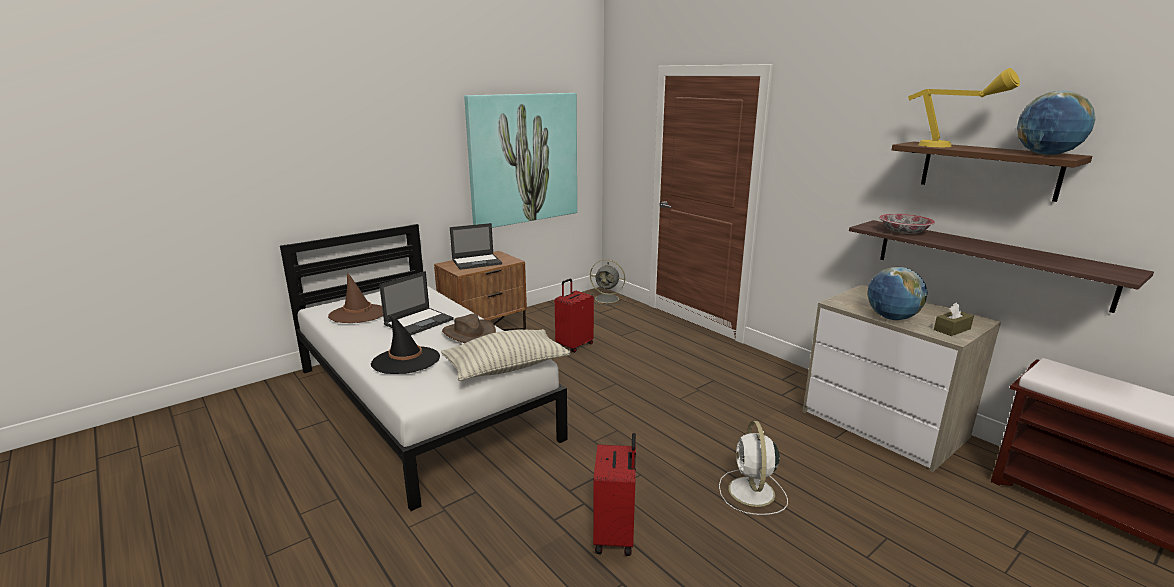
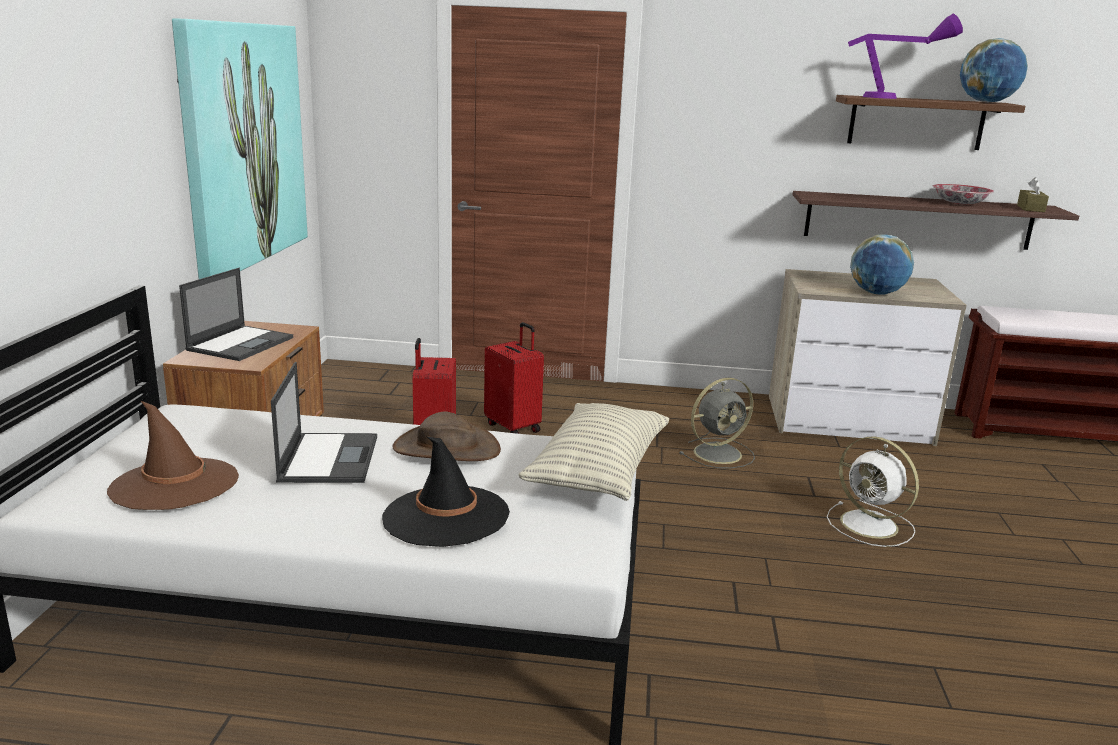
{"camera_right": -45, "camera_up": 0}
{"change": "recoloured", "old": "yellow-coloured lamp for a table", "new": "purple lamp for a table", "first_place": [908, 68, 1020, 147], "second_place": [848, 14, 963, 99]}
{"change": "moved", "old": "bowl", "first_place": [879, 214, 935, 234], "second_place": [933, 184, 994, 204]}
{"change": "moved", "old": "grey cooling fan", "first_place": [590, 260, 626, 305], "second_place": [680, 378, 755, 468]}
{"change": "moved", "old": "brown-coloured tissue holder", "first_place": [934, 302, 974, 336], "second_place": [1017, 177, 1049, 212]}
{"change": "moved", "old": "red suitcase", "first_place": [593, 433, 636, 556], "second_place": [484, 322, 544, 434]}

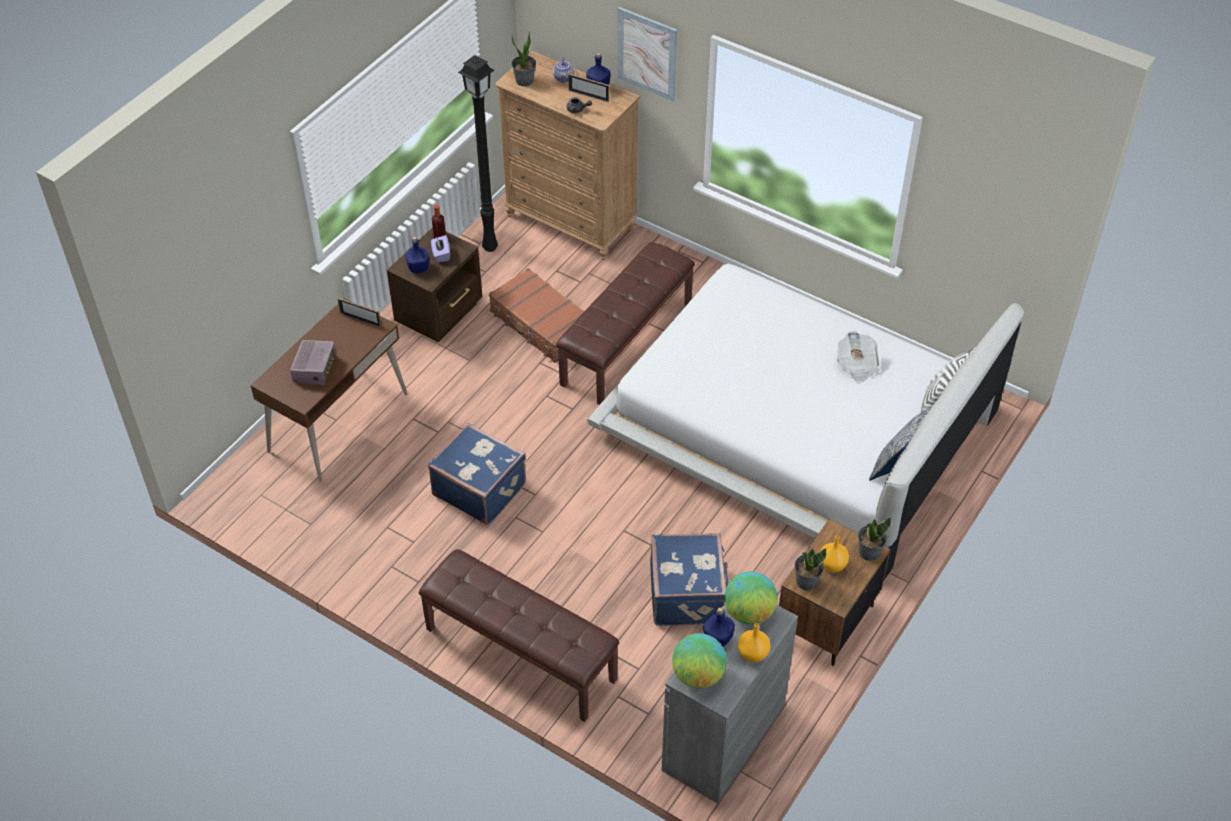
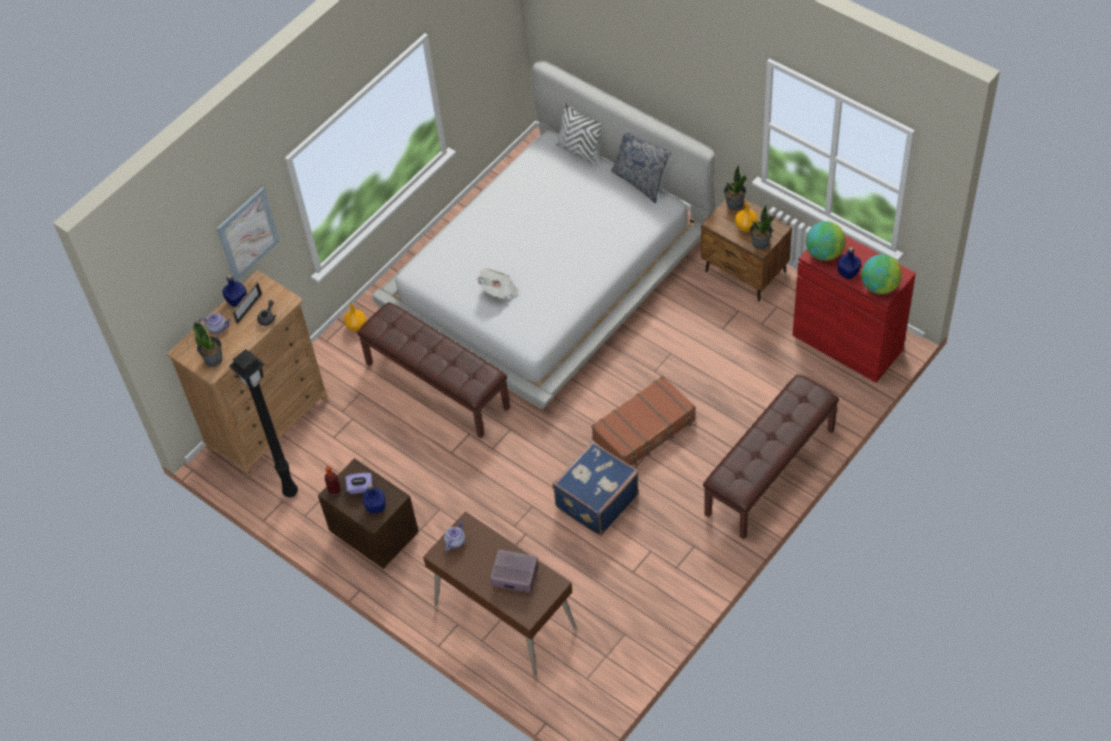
{"camera_right": -80, "camera_up": 5}
{"change": "moved", "old": "brown-coloured suitcase", "first_place": [489, 268, 584, 363], "second_place": [591, 375, 696, 466]}
{"change": "replaced", "old": "photo frame", "new": "teapot", "first_place": [338, 298, 381, 328], "second_place": [444, 520, 465, 552]}
{"change": "moved", "old": "daily paper", "first_place": [837, 331, 880, 384], "second_place": [476, 268, 519, 299]}
{"change": "removed", "old": "blue suitcase", "first_place": [650, 533, 728, 626]}
{"change": "recoloured", "old": "grey storage cabinet", "new": "red storage cabinet", "first_place": [661, 603, 798, 804], "second_place": [793, 235, 916, 383]}
{"change": "moved", "old": "orange-coloured vase", "first_place": [738, 623, 771, 662], "second_place": [344, 303, 366, 331]}

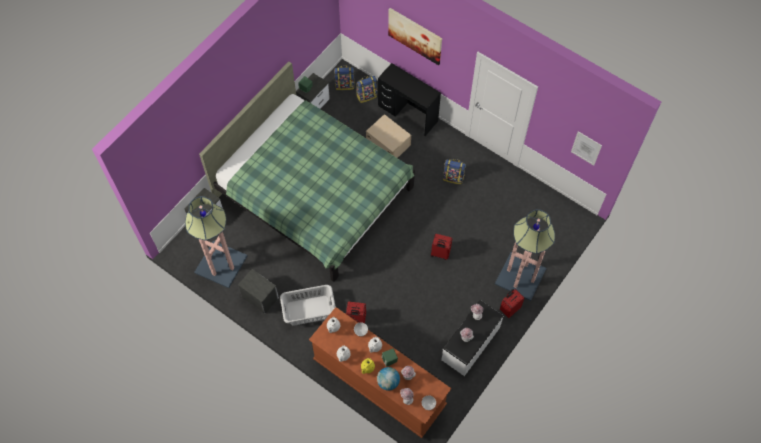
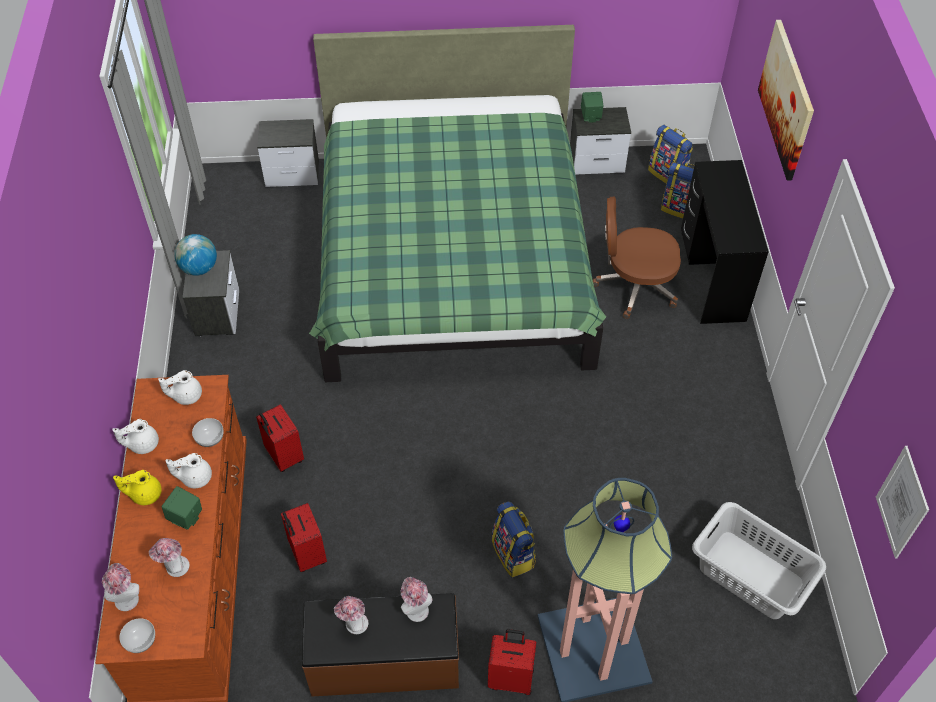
{"camera_right": 50, "camera_up": -10}
{"change": "replaced", "old": "beige storage bin", "new": "brown-coloured computer chair", "first_place": [366, 114, 411, 158], "second_place": [593, 197, 681, 319]}
{"change": "moved", "old": "backpack", "first_place": [443, 159, 466, 184], "second_place": [492, 501, 536, 577]}
{"change": "removed", "old": "standing lamp", "first_place": [185, 196, 247, 288]}
{"change": "moved", "old": "red suitcase", "first_place": [431, 234, 452, 260], "second_place": [281, 503, 327, 572]}
{"change": "moved", "old": "grey washing basket", "first_place": [280, 285, 336, 325], "second_place": [692, 502, 826, 619]}
{"change": "recoloured", "old": "white-coloured indoor bench", "new": "brown-coloured indoor bench", "first_place": [441, 300, 504, 376], "second_place": [302, 593, 459, 696]}
{"change": "moved", "old": "world globe", "first_place": [377, 367, 400, 391], "second_place": [174, 234, 217, 276]}

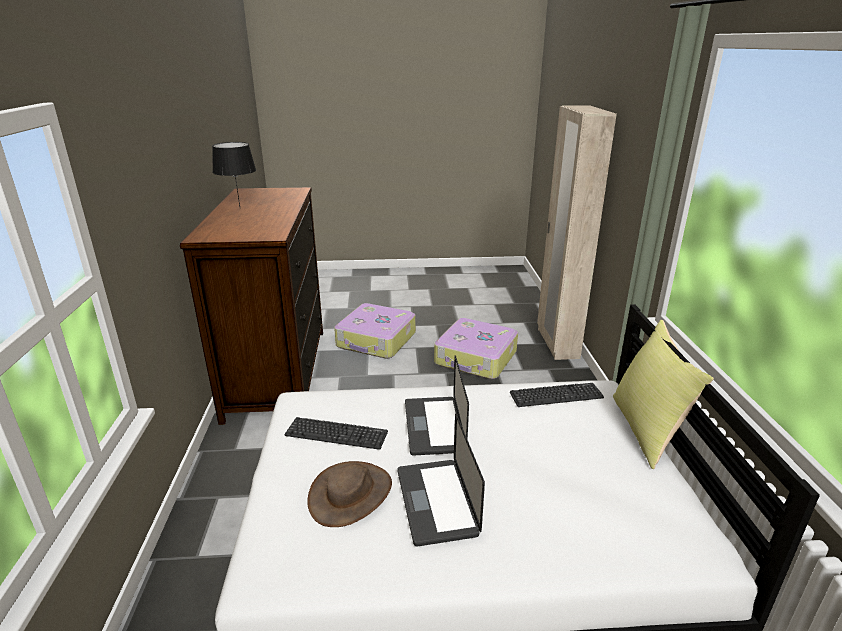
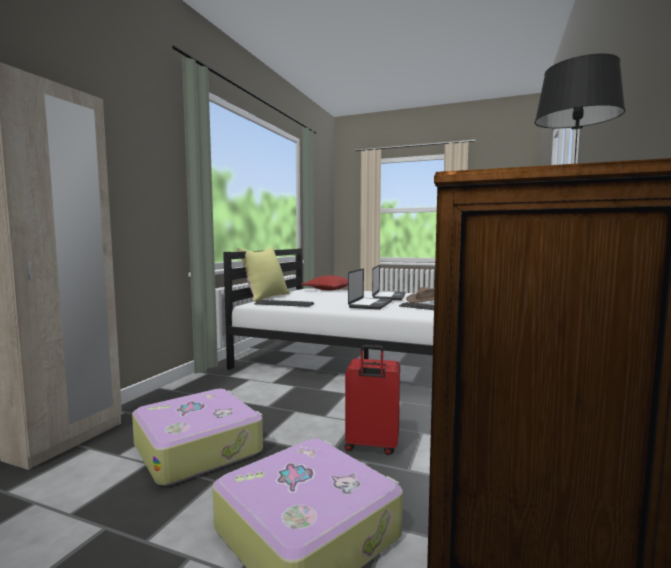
{"camera_right": -155, "camera_up": -20}
{"change": "added", "new": "red throw pillow", "second_place": [301, 275, 348, 291]}
{"change": "added", "new": "red suitcase", "second_place": [345, 345, 400, 455]}

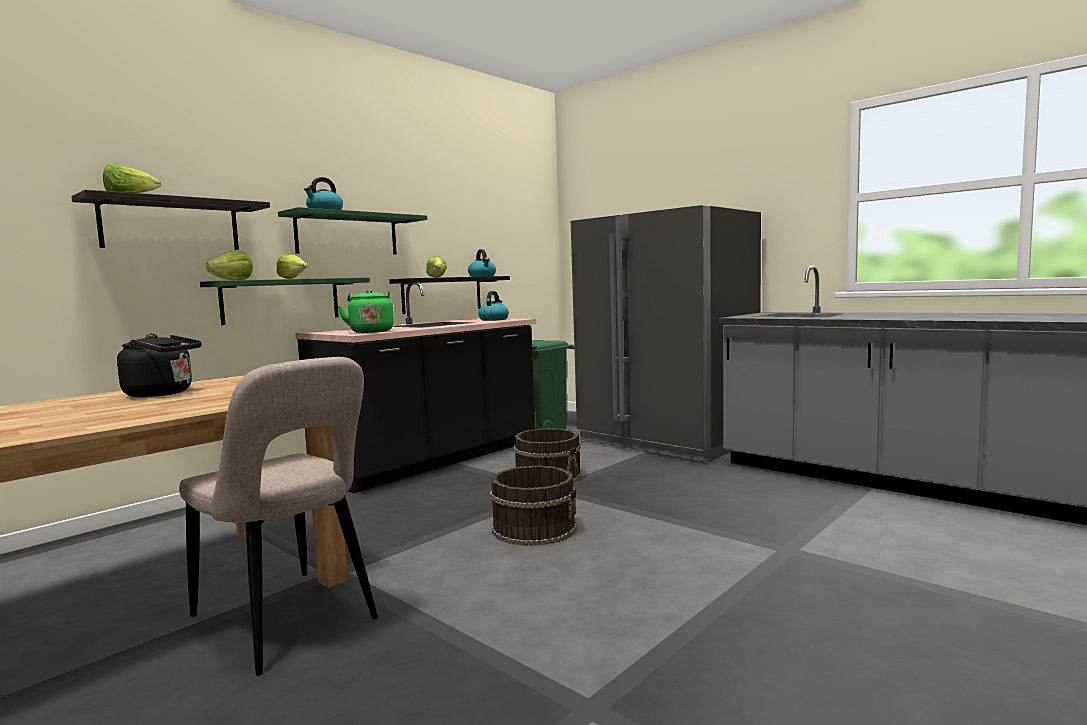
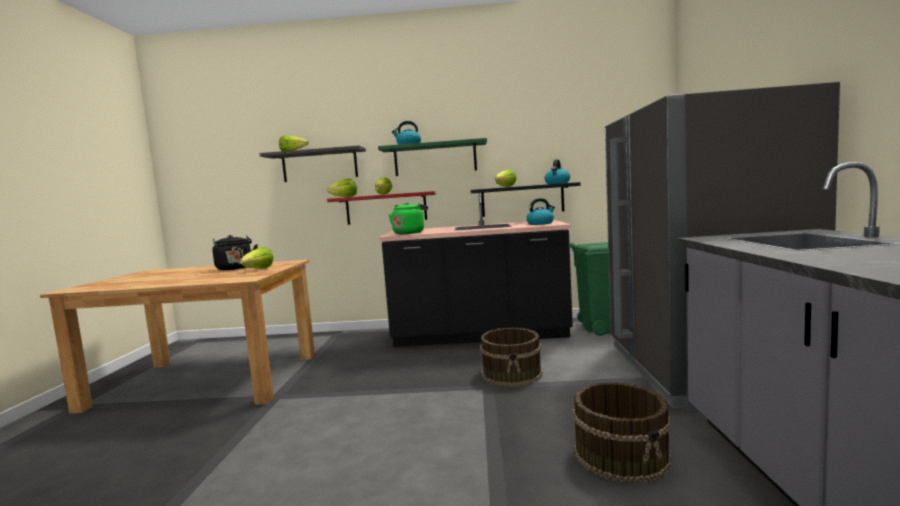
{"camera_right": 50, "camera_up": 0}
{"change": "recoloured", "old": "green-coloured wall shelf", "new": "red wall shelf", "first_place": [200, 277, 370, 325], "second_place": [327, 191, 436, 225]}
{"change": "removed", "old": "beige upright chair", "first_place": [179, 357, 378, 676]}
{"change": "moved", "old": "brown-coloured water bucket", "first_place": [490, 466, 577, 546], "second_place": [572, 382, 671, 483]}
{"change": "added", "new": "head of lettuce", "second_place": [240, 247, 273, 268]}

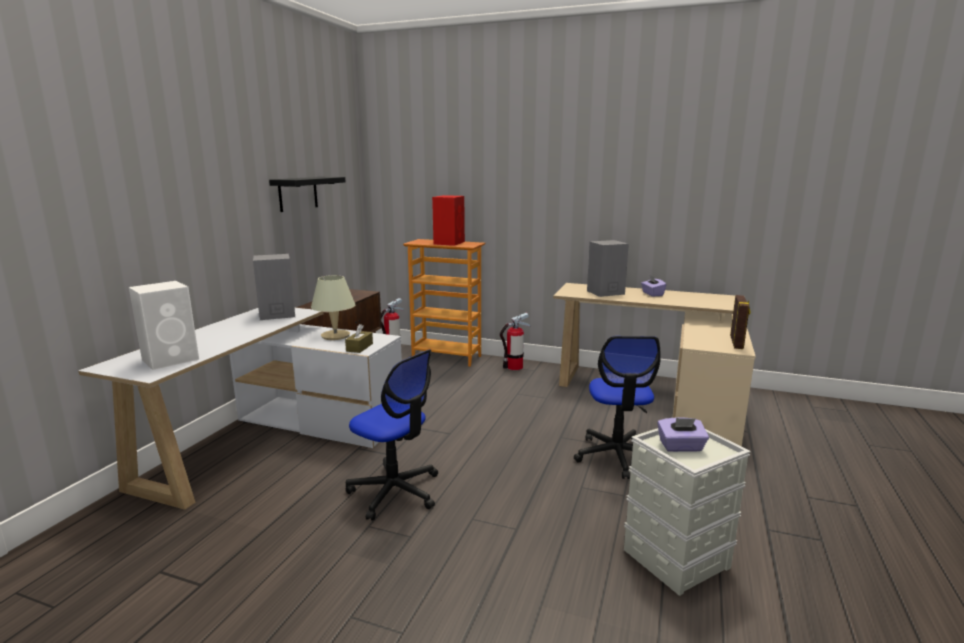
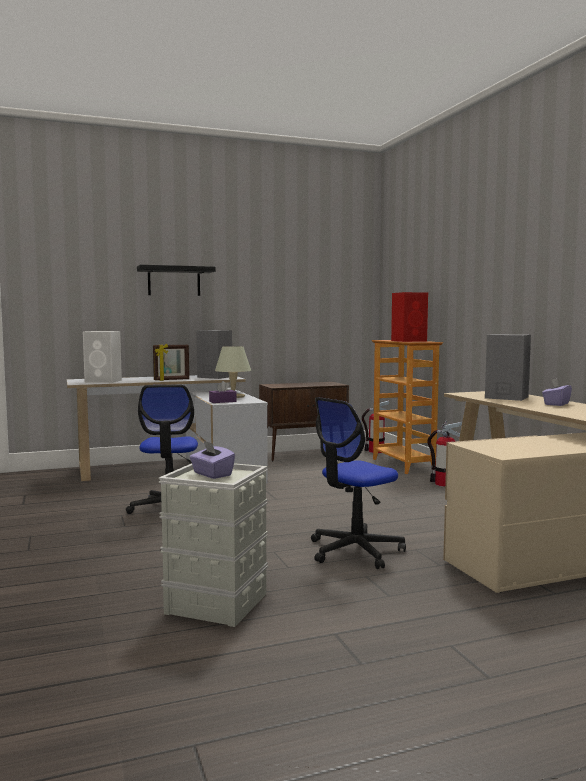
{"camera_right": 50, "camera_up": -10}
{"change": "moved", "old": "blackish wall shelf", "first_place": [269, 177, 346, 212], "second_place": [137, 264, 216, 296]}
{"change": "moved", "old": "photo frame", "first_place": [730, 295, 750, 349], "second_place": [153, 344, 189, 381]}
{"change": "recoloured", "old": "brown-coloured tissue holder", "new": "purple tissue holder", "first_place": [345, 324, 373, 353], "second_place": [209, 381, 237, 403]}

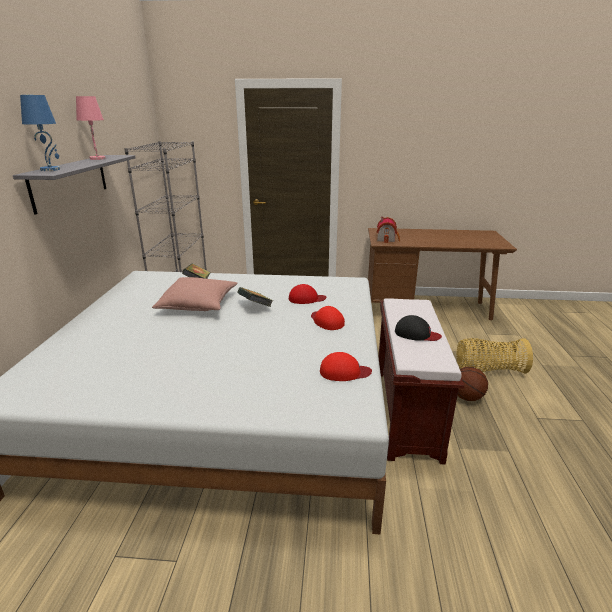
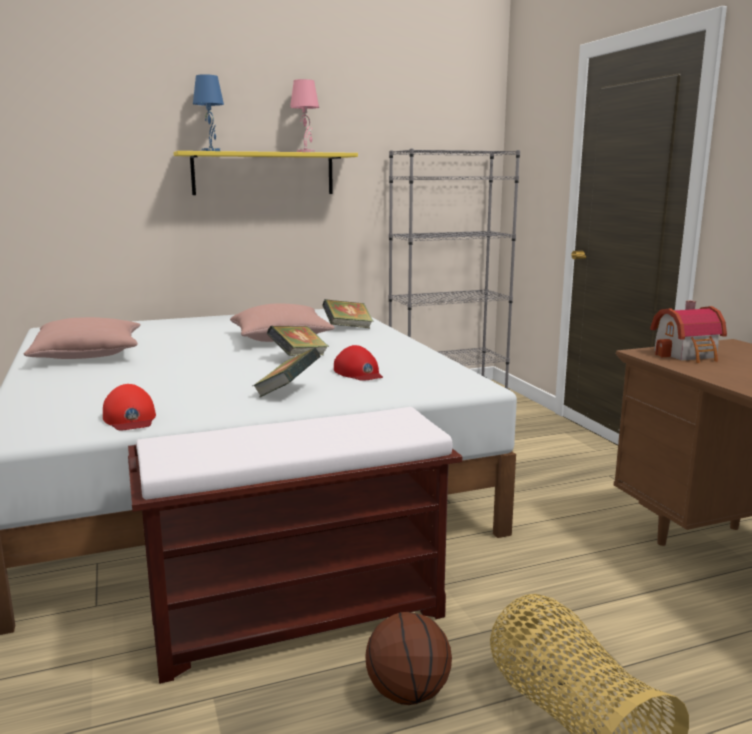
{"camera_right": 65, "camera_up": -10}
{"change": "recoloured", "old": "grey wall shelf", "new": "yellow-coloured wall shelf", "first_place": [13, 155, 136, 215], "second_place": [173, 151, 358, 195]}
{"change": "replaced", "old": "red cap", "new": "book", "first_place": [311, 306, 345, 330], "second_place": [252, 348, 321, 397]}
{"change": "removed", "old": "blackish cap", "first_place": [395, 315, 442, 341]}
{"change": "added", "new": "pinkish throw pillow", "second_place": [24, 317, 140, 359]}

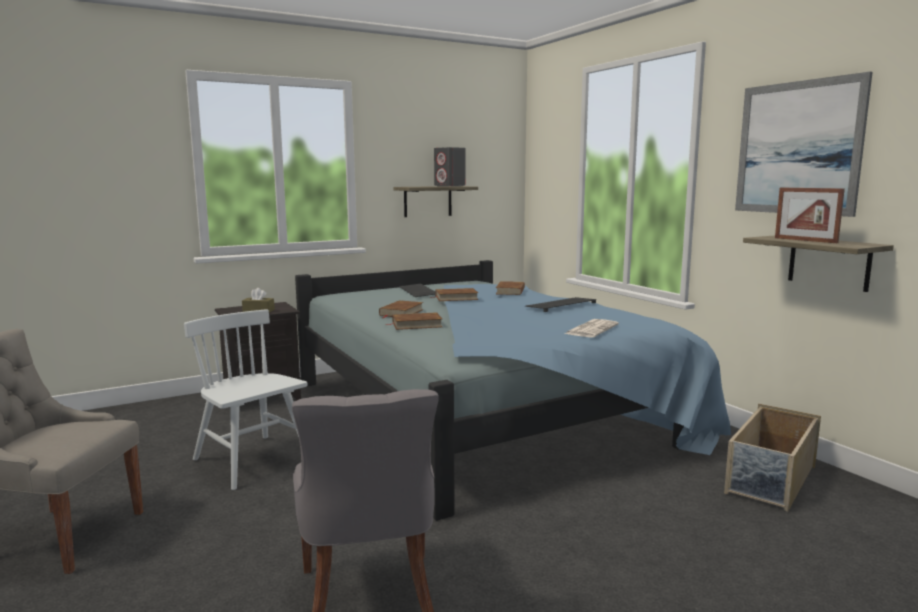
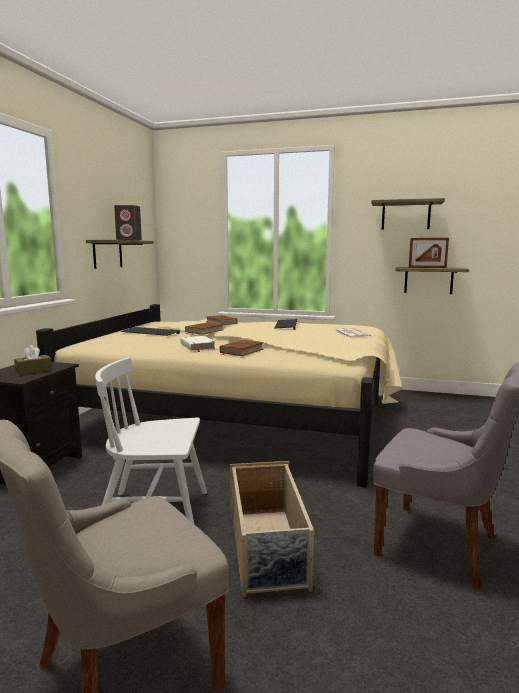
{"camera_right": -45, "camera_up": 0}
{"change": "replaced", "old": "wall art", "new": "wall shelf", "first_place": [735, 72, 873, 217], "second_place": [371, 198, 445, 230]}
{"change": "recoloured", "old": "blue sleeping bed", "new": "beige sleeping bed", "first_place": [295, 260, 731, 521], "second_place": [36, 304, 402, 487]}
{"change": "recoloured", "old": "brown-coloured book", "new": "white-coloured book", "first_place": [379, 300, 423, 318], "second_place": [181, 336, 216, 352]}
{"change": "moved", "old": "beige storage bin", "first_place": [724, 404, 821, 512], "second_place": [230, 461, 314, 597]}

